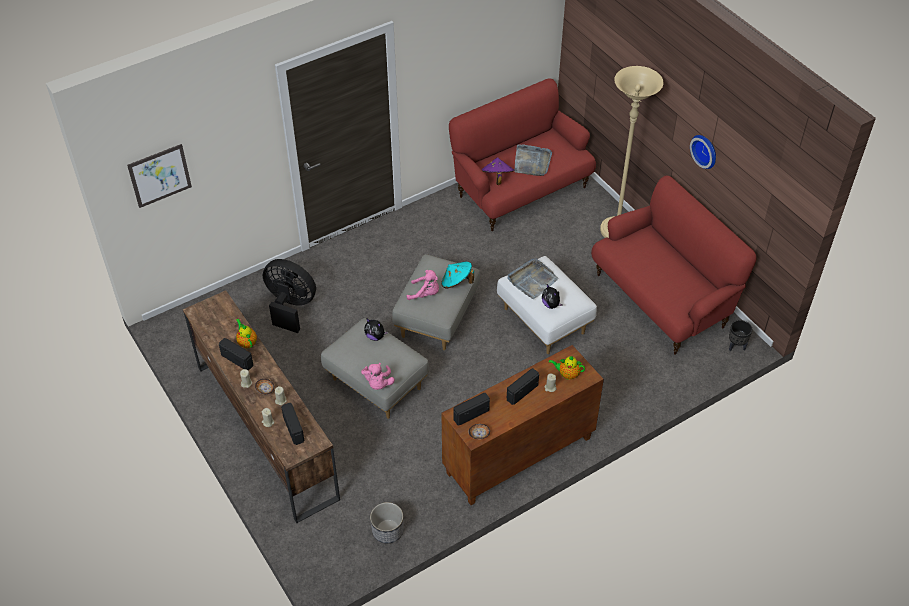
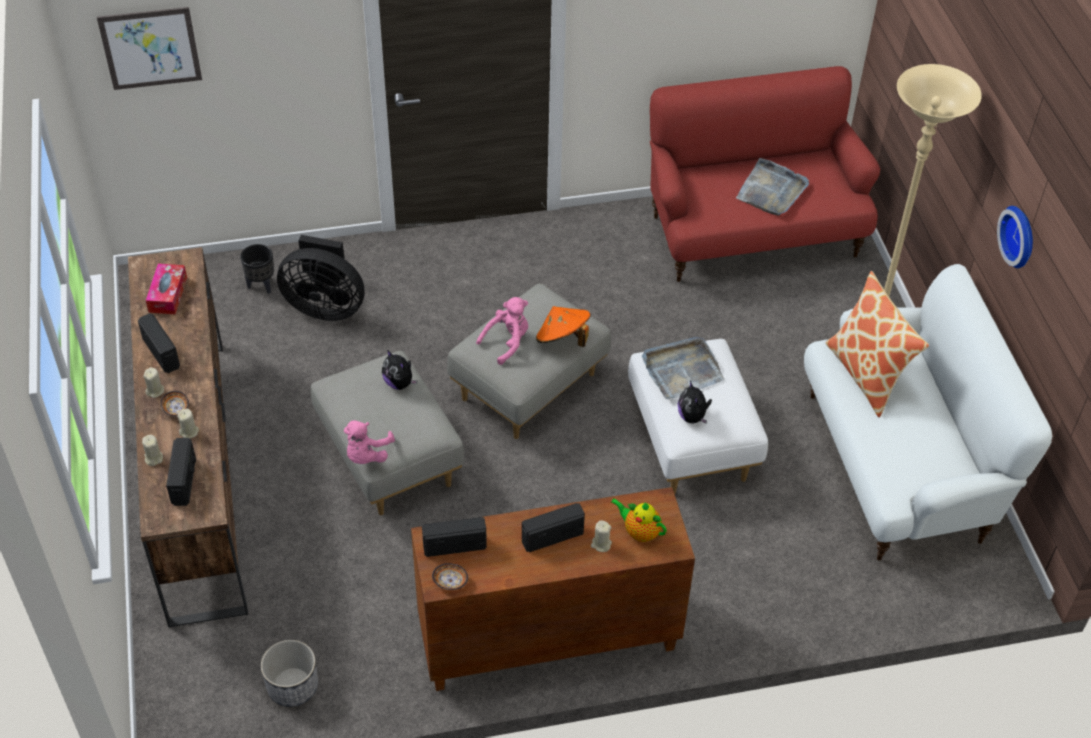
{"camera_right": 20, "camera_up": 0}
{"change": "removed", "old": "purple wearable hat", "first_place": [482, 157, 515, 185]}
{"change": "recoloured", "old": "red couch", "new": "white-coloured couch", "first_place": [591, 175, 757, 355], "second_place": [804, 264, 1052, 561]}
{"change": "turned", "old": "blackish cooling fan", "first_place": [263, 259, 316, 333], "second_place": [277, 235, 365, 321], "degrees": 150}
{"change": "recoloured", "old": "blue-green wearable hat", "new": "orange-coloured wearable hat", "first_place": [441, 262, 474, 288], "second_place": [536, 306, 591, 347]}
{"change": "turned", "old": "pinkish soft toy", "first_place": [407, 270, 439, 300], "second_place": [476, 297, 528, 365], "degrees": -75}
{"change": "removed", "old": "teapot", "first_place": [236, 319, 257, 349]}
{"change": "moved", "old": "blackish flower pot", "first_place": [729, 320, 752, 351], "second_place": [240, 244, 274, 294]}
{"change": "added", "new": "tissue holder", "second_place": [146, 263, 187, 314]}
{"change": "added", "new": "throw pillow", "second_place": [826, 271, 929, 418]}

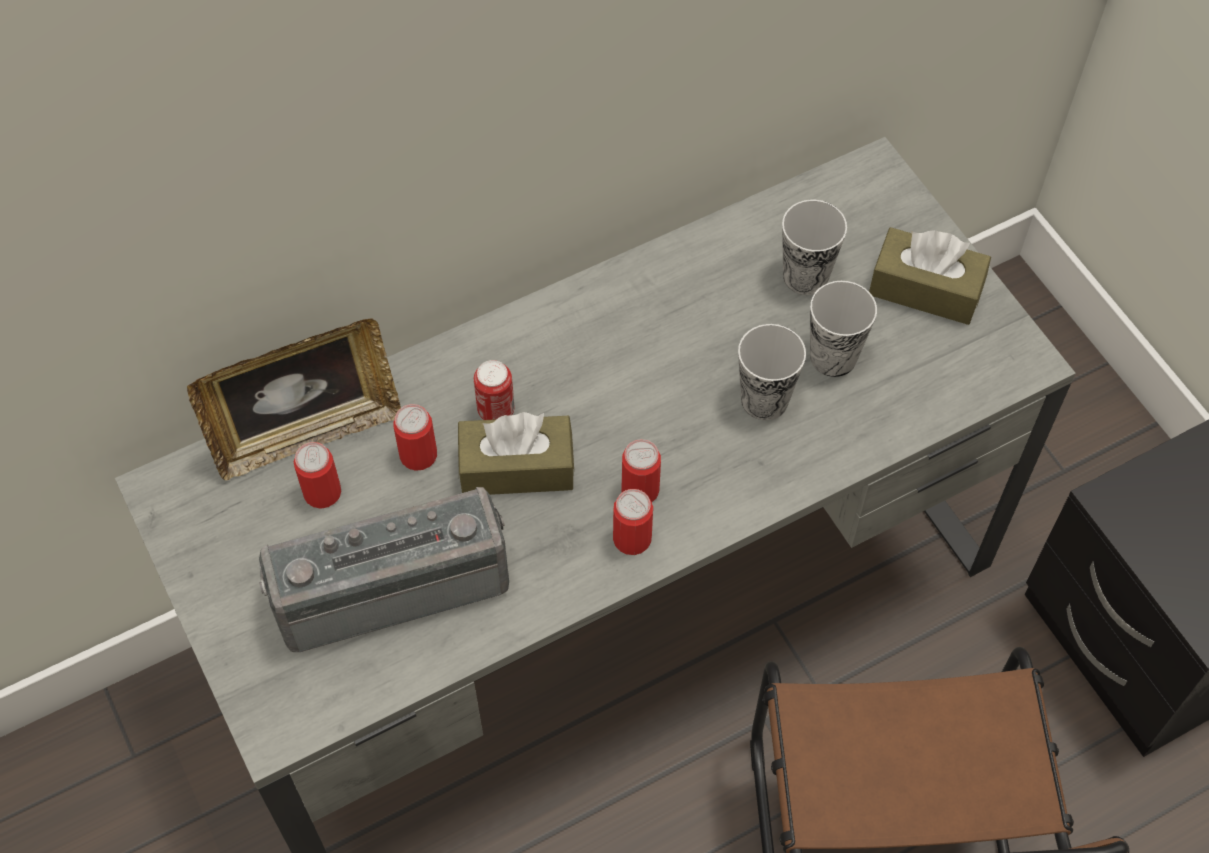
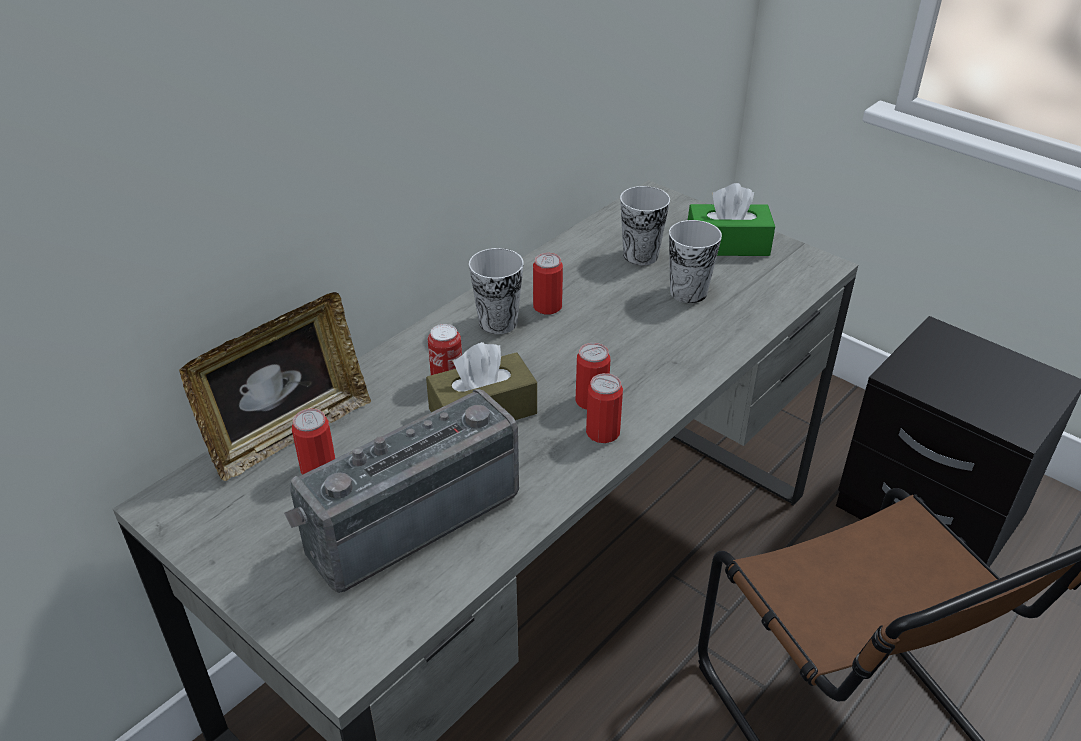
{"camera_right": -20, "camera_up": -20}
{"change": "recoloured", "old": "brown-coloured tissue holder", "new": "green-coloured tissue holder", "first_place": [869, 227, 991, 325], "second_place": [688, 183, 775, 256]}
{"change": "moved", "old": "drinking cup", "first_place": [738, 324, 806, 420], "second_place": [469, 248, 524, 334]}
{"change": "moved", "old": "metal can", "first_place": [393, 404, 437, 471], "second_place": [533, 253, 563, 315]}

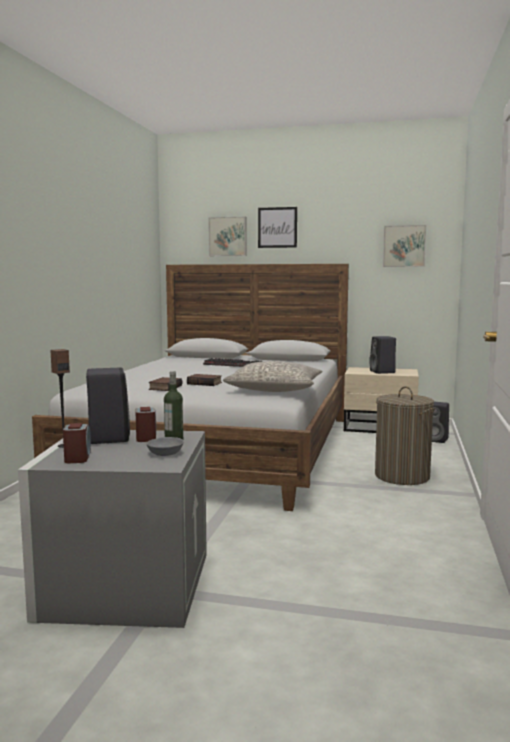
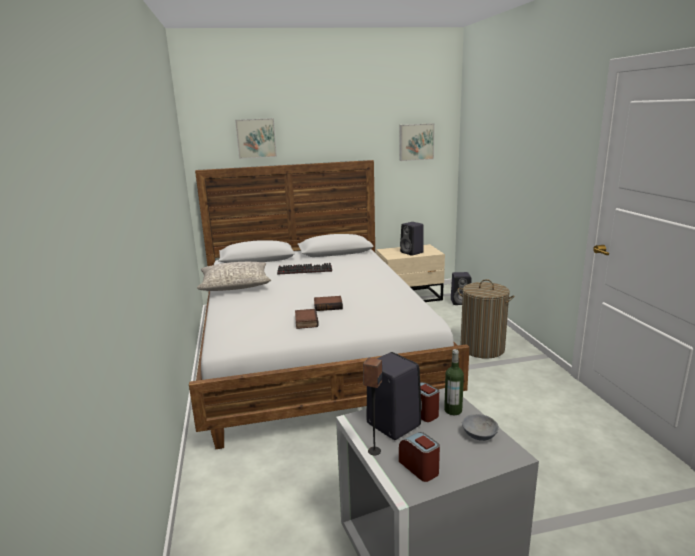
{"camera_right": -25, "camera_up": 10}
{"change": "removed", "old": "wall art", "first_place": [258, 207, 297, 248]}
{"change": "moved", "old": "grey throw pillow", "first_place": [223, 361, 323, 392], "second_place": [197, 262, 271, 291]}

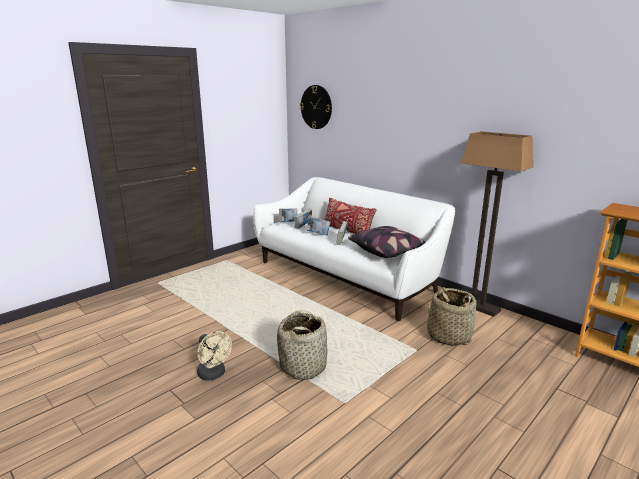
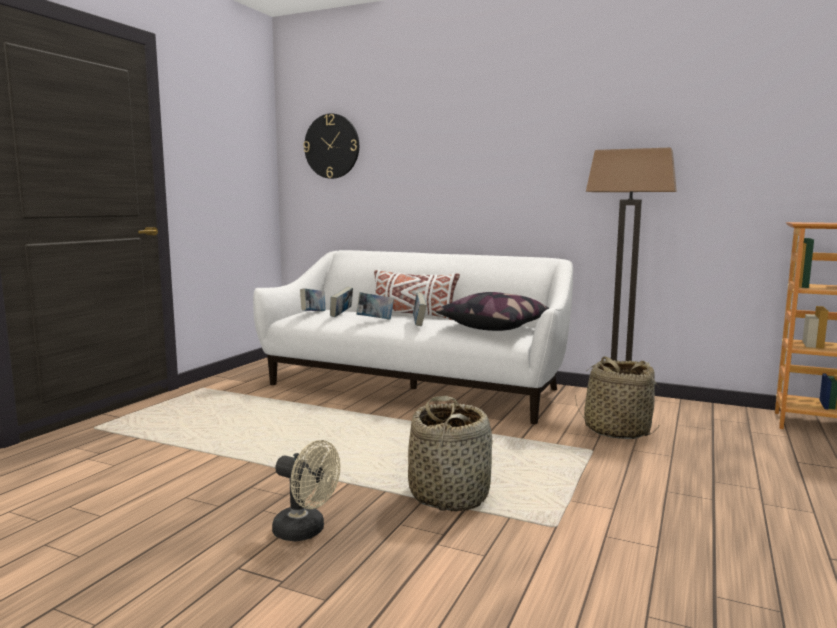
{"camera_right": -20, "camera_up": -10}
{"change": "recoloured", "old": "red throw pillow", "new": "white-coloured throw pillow", "first_place": [324, 198, 377, 234], "second_place": [374, 270, 460, 320]}

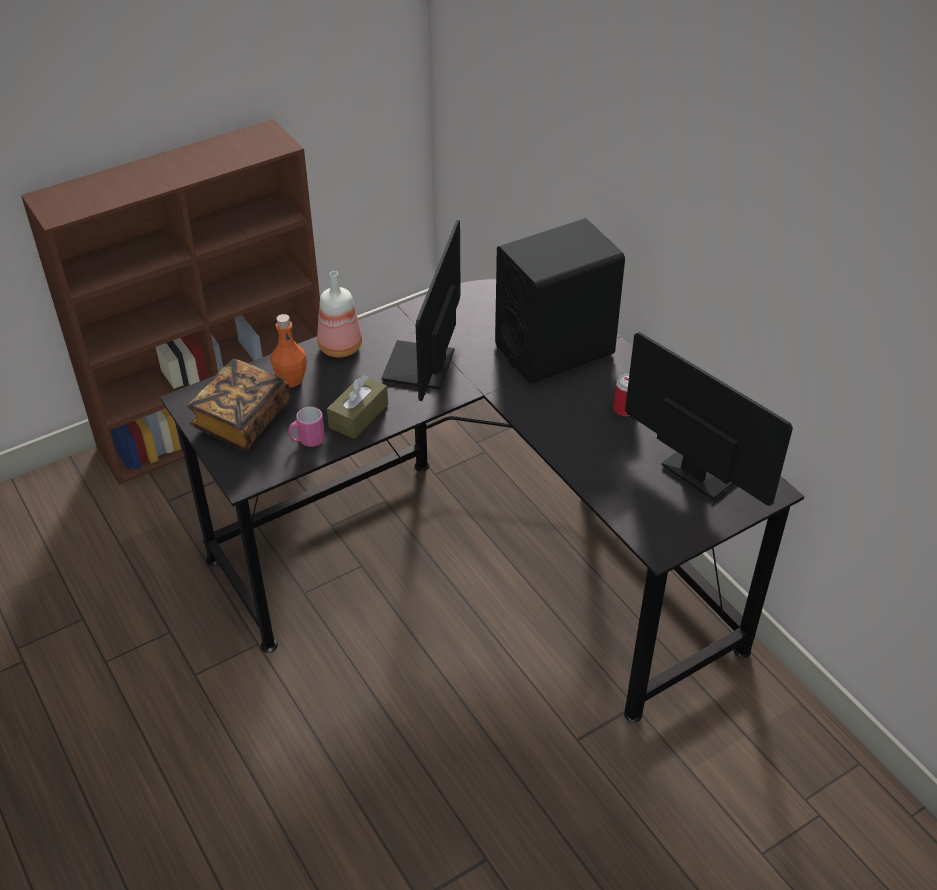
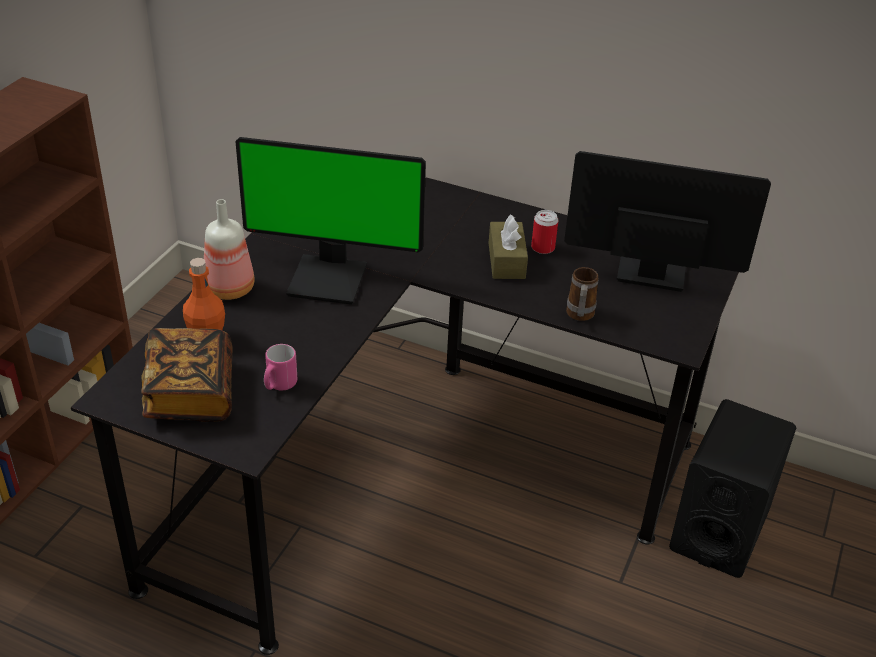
{"camera_right": -35, "camera_up": -5}
{"change": "moved", "old": "blackish loudspeaker", "first_place": [495, 218, 625, 384], "second_place": [669, 399, 796, 578]}
{"change": "turned", "old": "computer display", "first_place": [381, 220, 461, 401], "second_place": [236, 137, 426, 305], "degrees": -60}
{"change": "moved", "old": "brown-coloured tissue holder", "first_place": [327, 375, 388, 439], "second_place": [489, 214, 528, 279]}
{"change": "added", "new": "mug", "second_place": [566, 267, 599, 321]}

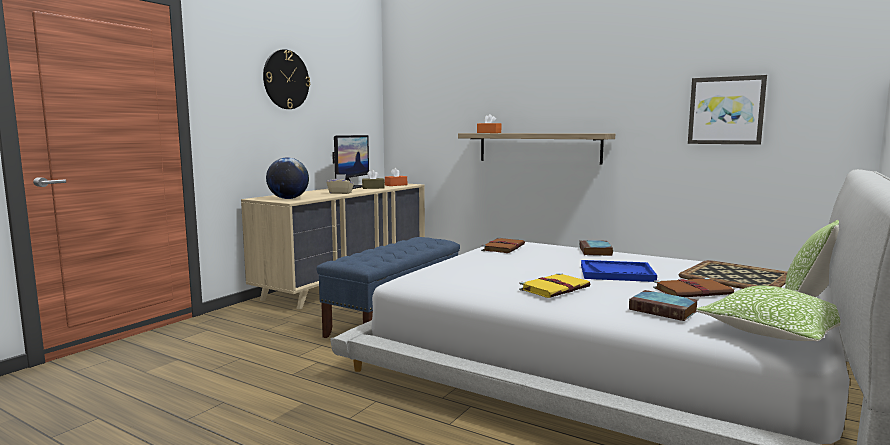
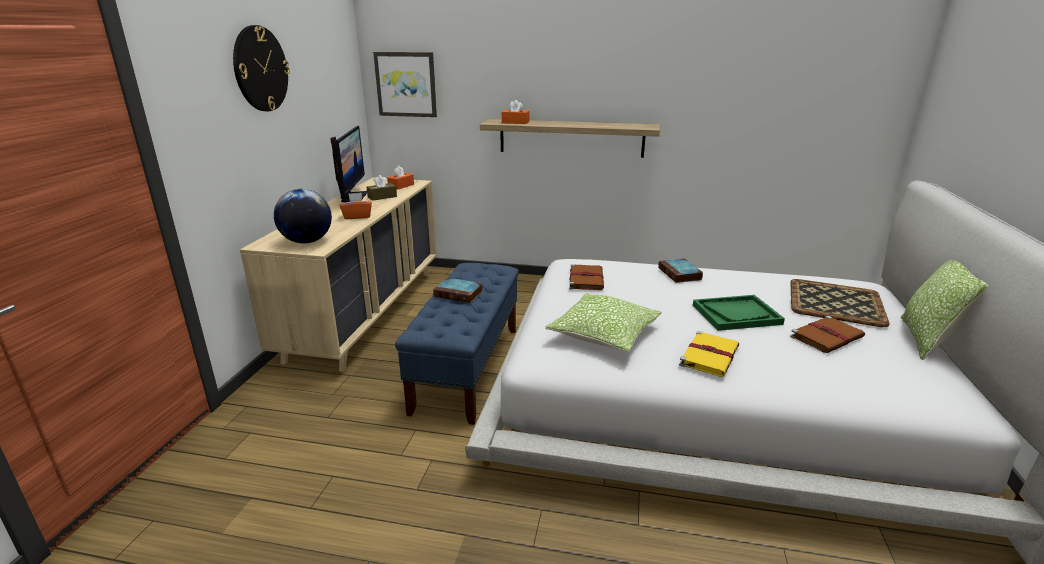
{"camera_right": -20, "camera_up": 15}
{"change": "moved", "old": "wall art", "first_place": [688, 75, 767, 145], "second_place": [373, 52, 437, 117]}
{"change": "recoloured", "old": "beige tissue holder", "new": "orange-coloured tissue holder", "first_place": [327, 174, 354, 194], "second_place": [340, 193, 372, 219]}
{"change": "recoloured", "old": "blue serving tray", "new": "green-coloured serving tray", "first_place": [581, 260, 657, 282], "second_place": [693, 295, 785, 331]}
{"change": "moved", "old": "throw pillow", "first_place": [696, 286, 841, 341], "second_place": [545, 293, 662, 352]}
{"change": "moved", "old": "book", "first_place": [629, 290, 698, 321], "second_place": [433, 278, 483, 303]}

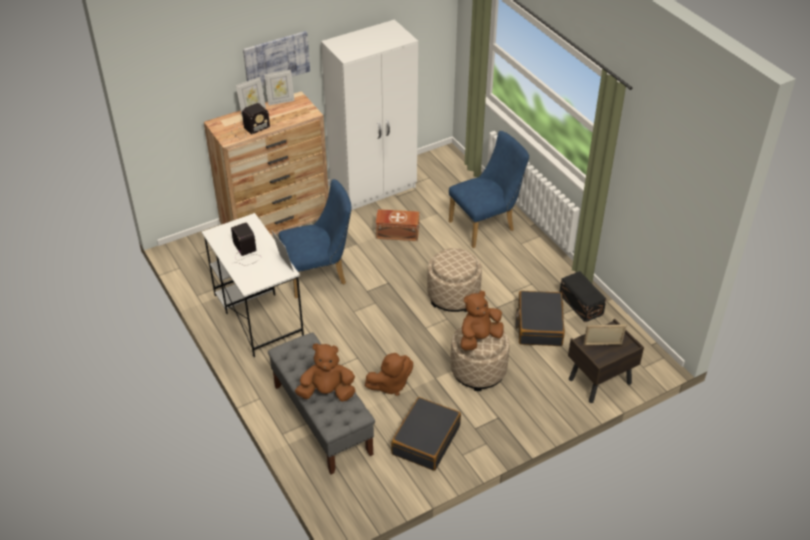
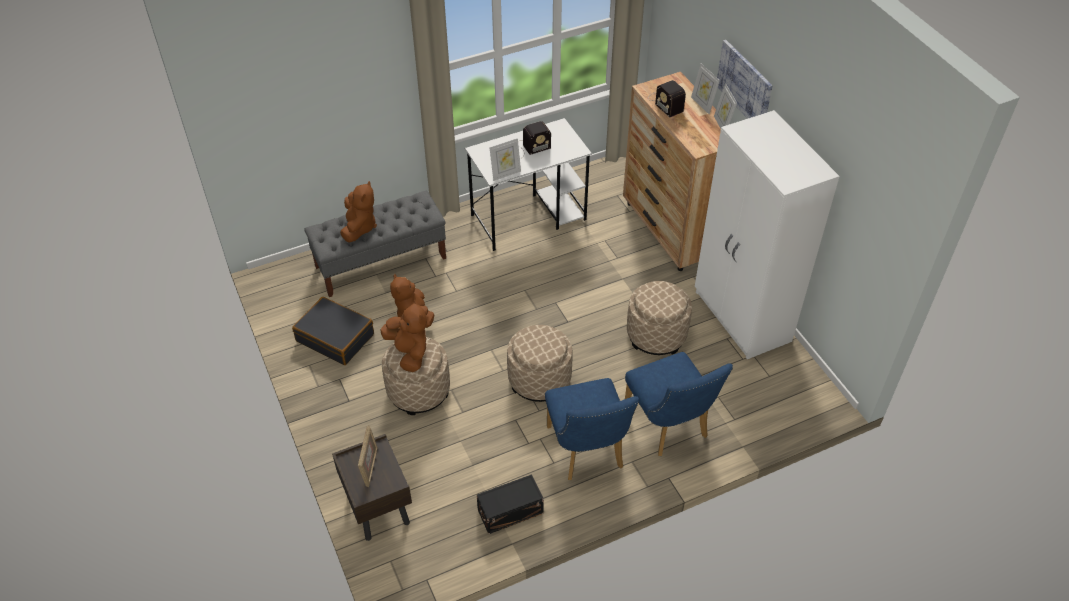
{"camera_right": 95, "camera_up": 5}
{"change": "moved", "old": "blue upright chair", "first_place": [278, 179, 352, 298], "second_place": [545, 378, 639, 480]}
{"change": "replaced", "old": "brown-coloured storage bin", "new": "beige ottoman", "first_place": [375, 209, 419, 241], "second_place": [627, 281, 692, 355]}
{"change": "removed", "old": "blackish suitcase", "first_place": [515, 291, 565, 346]}

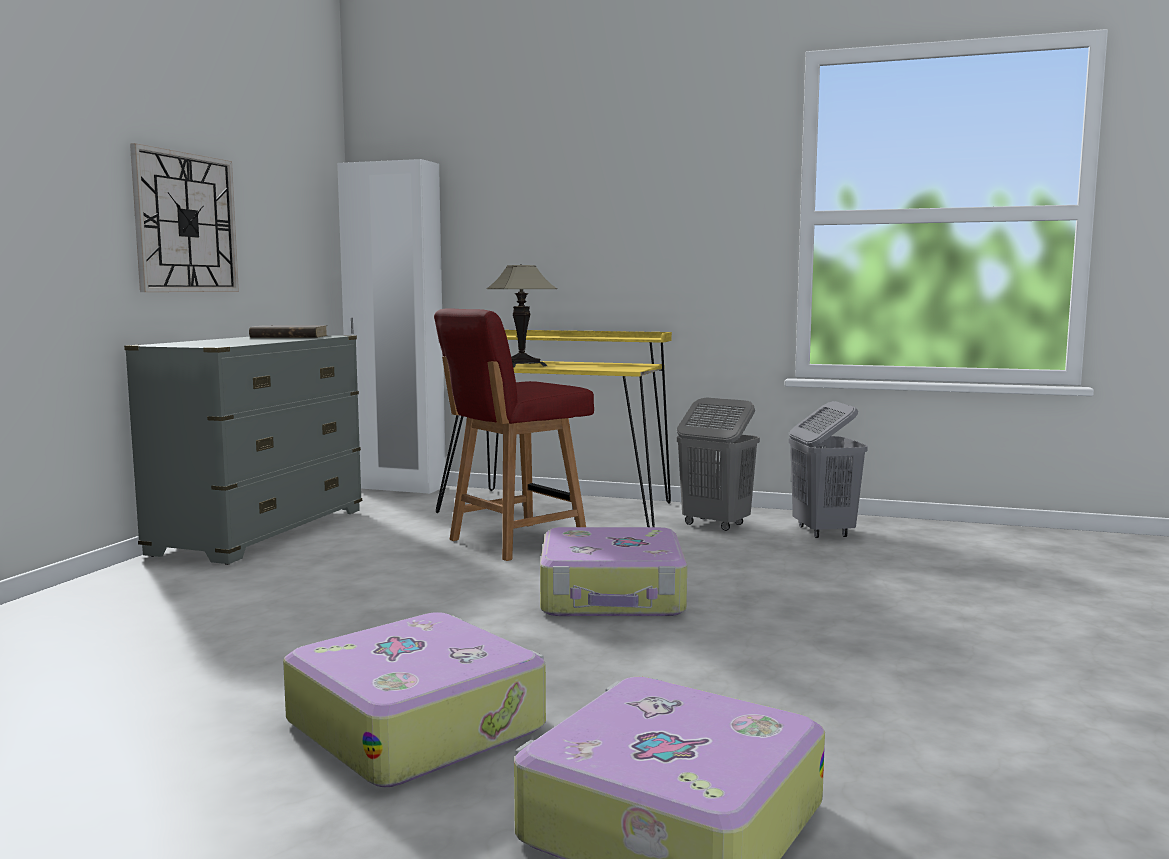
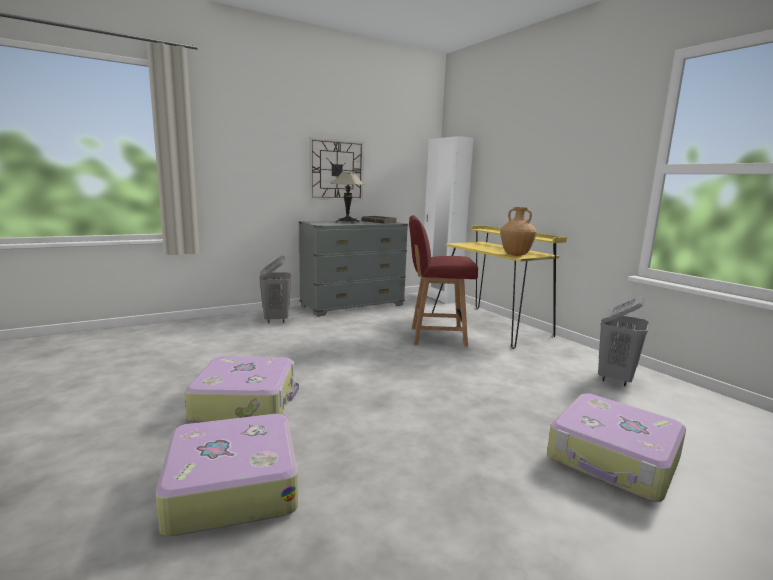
{"camera_right": 40, "camera_up": 5}
{"change": "moved", "old": "lamp for a table", "first_place": [486, 264, 557, 368], "second_place": [330, 172, 365, 224]}
{"change": "moved", "old": "grey washing basket", "first_place": [677, 397, 760, 531], "second_place": [259, 255, 291, 323]}
{"change": "moved", "old": "suitcase", "first_place": [540, 527, 687, 616], "second_place": [547, 393, 686, 502]}
{"change": "added", "new": "brown-coloured vase", "second_place": [500, 207, 537, 256]}

